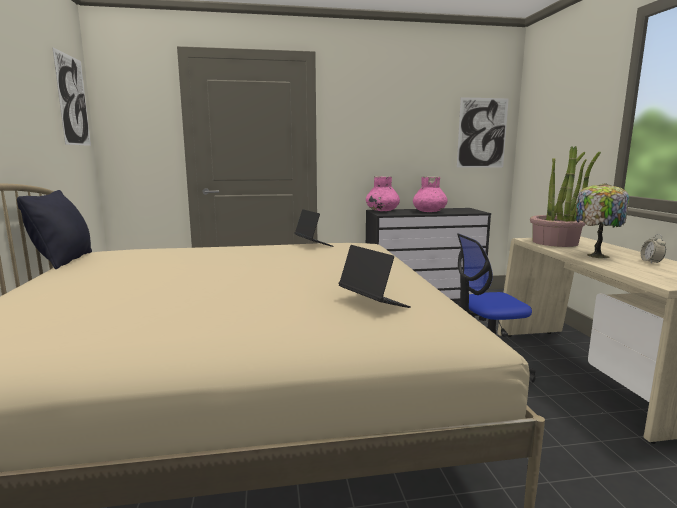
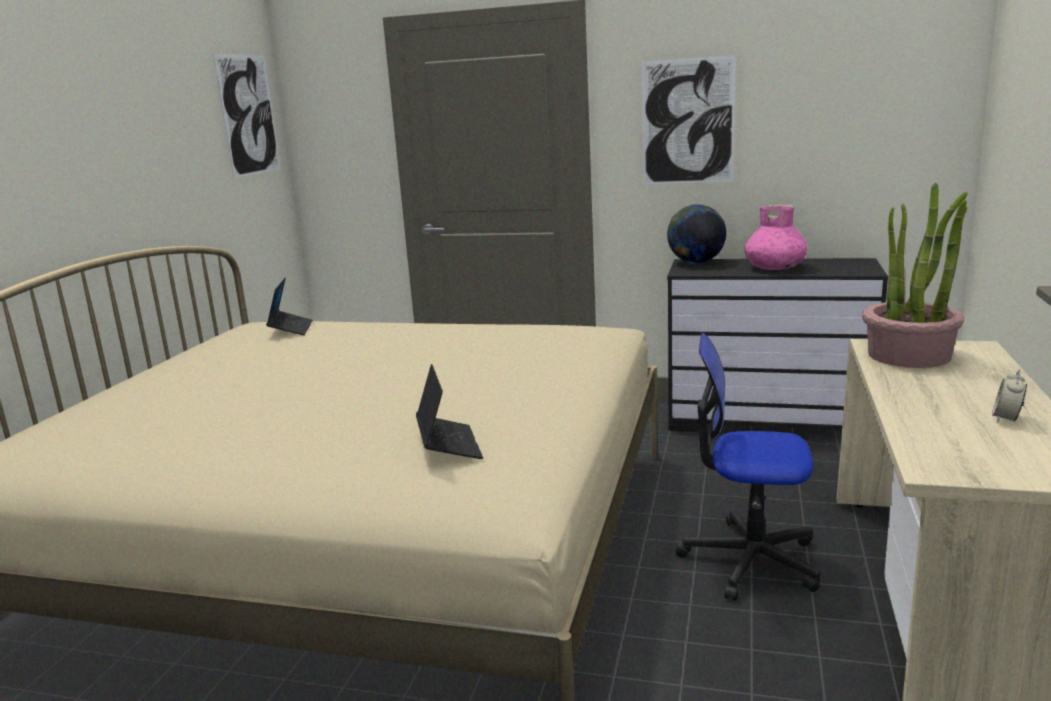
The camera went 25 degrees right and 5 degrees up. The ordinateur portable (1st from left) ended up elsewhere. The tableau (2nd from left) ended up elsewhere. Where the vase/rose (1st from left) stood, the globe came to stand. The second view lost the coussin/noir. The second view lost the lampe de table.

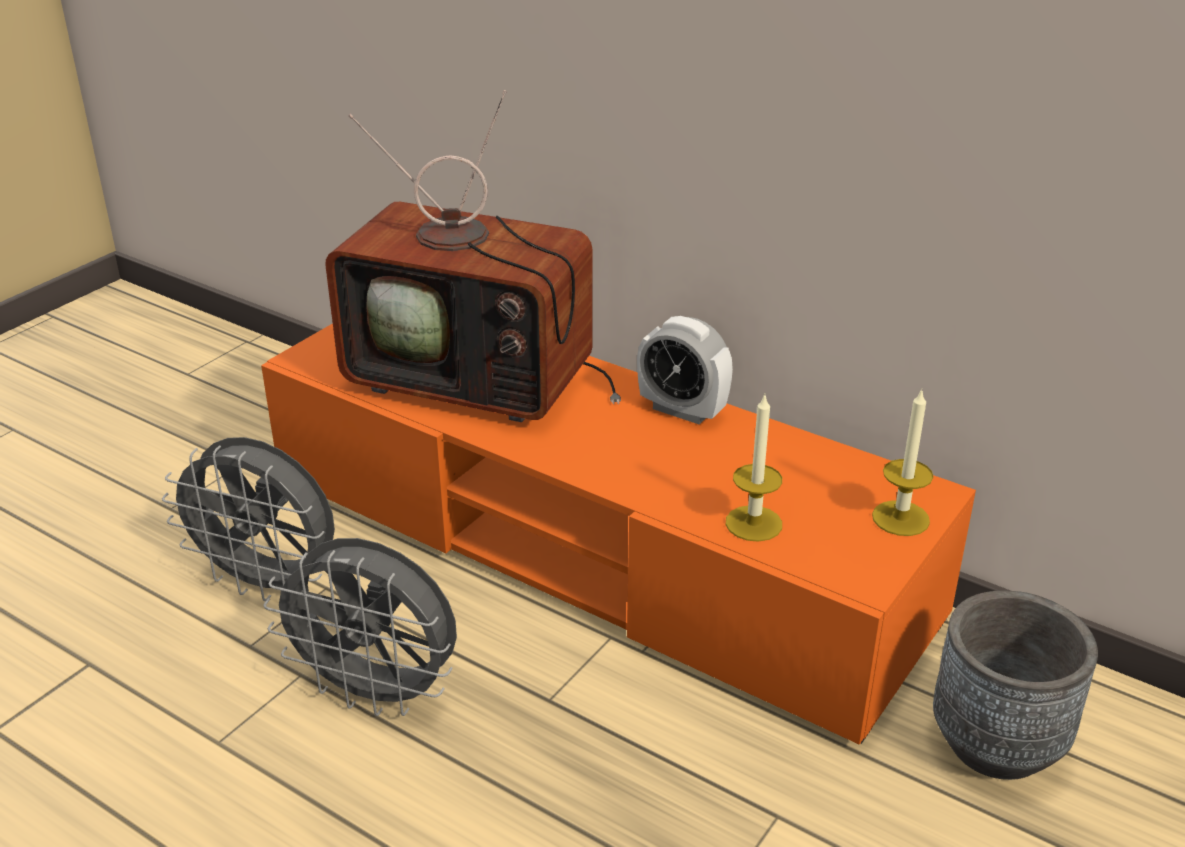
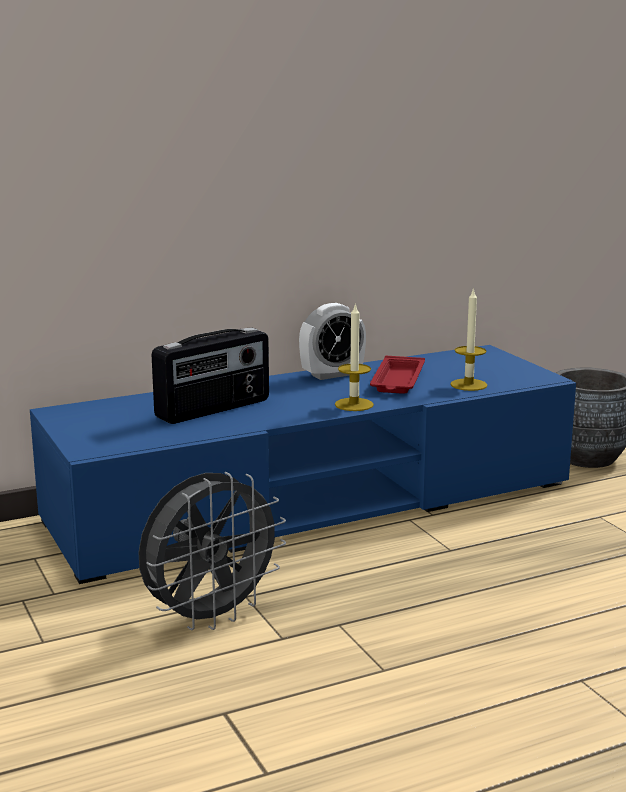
The camera went 60 degrees left and 15 degrees down. What was the meuble télé/orange turned into the meuble télé/bleu. Where the téléviseur stood, the radio came to stand. The bougie (2nd from left in the first image) ended up elsewhere. The second view gained the plateau/rouge. The second view lost the ventilateur/gris (2nd from left).

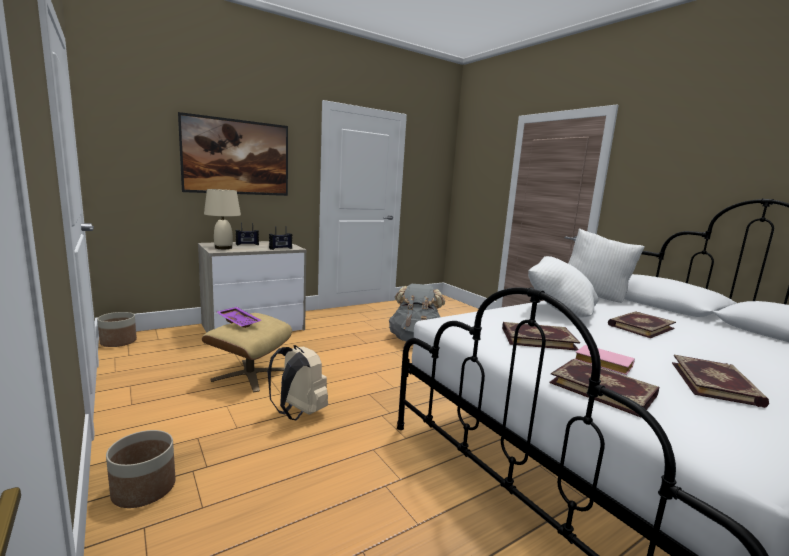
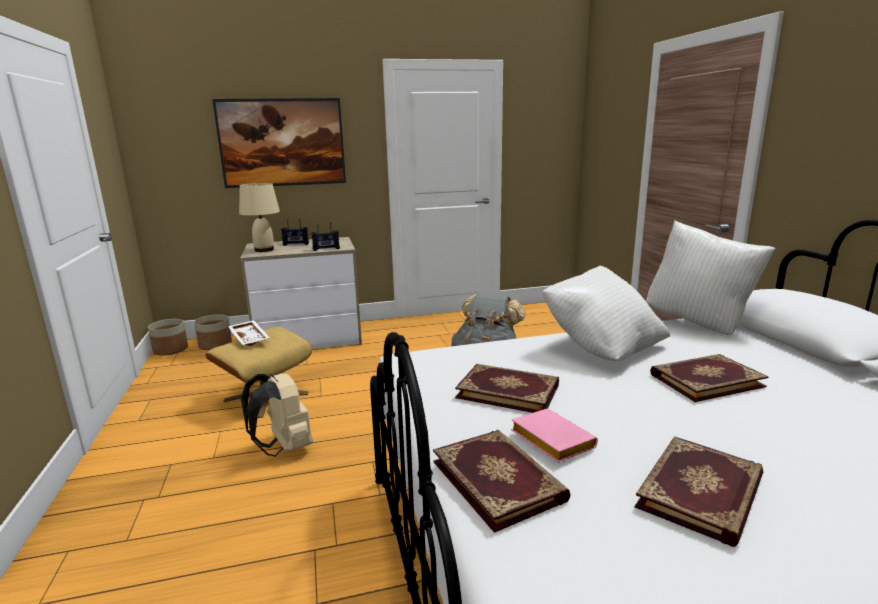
The camera went 20 degrees right and 5 degrees up. The cache-pot (2nd from left) ended up elsewhere. What was the plateau/violet turned into the plateau/blanc.

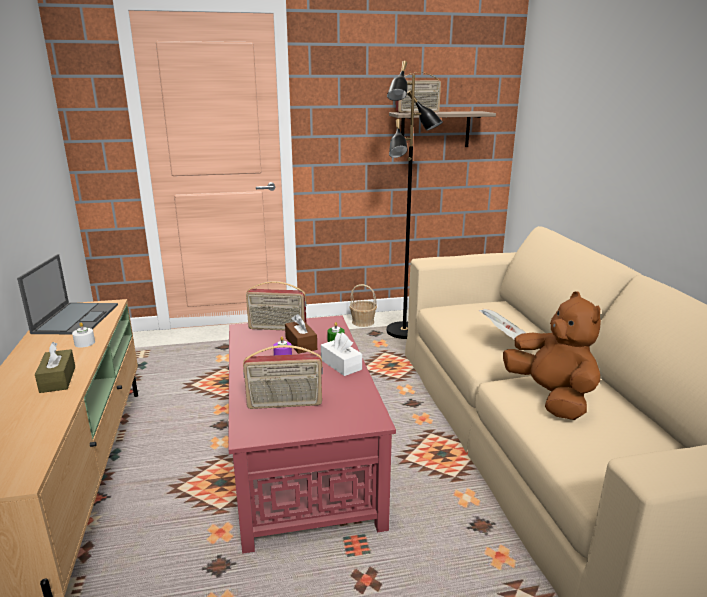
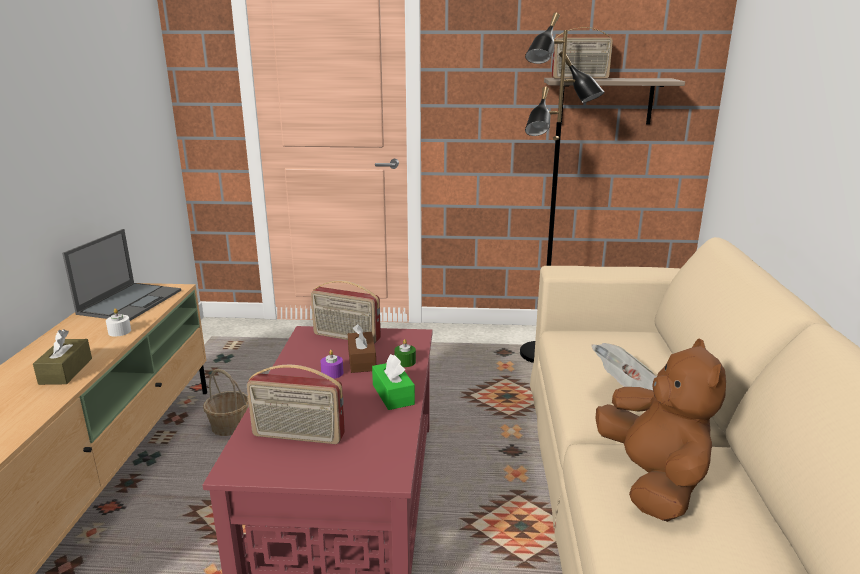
The camera went 15 degrees right and 0 degrees up. The panier ended up elsewhere. What was the boîte à mouchoirs/blanc turned into the boîte à mouchoirs/vert.

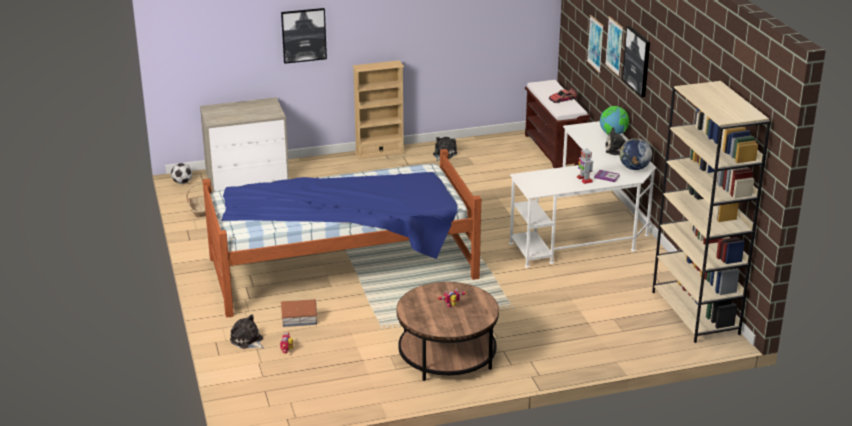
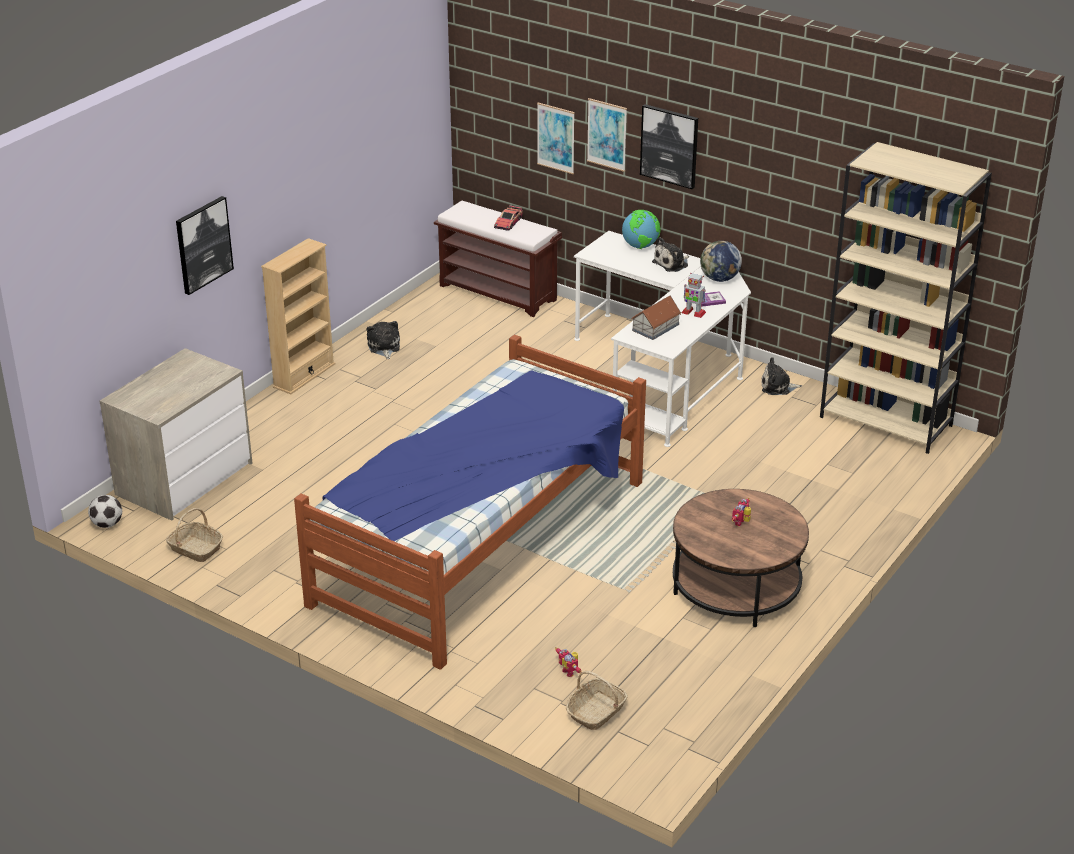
The camera went 40 degrees left and 5 degrees up. The second view gained the panier (2nd from left). The maison miniature ended up elsewhere. The peluche (1st from left in the first image) ended up elsewhere.

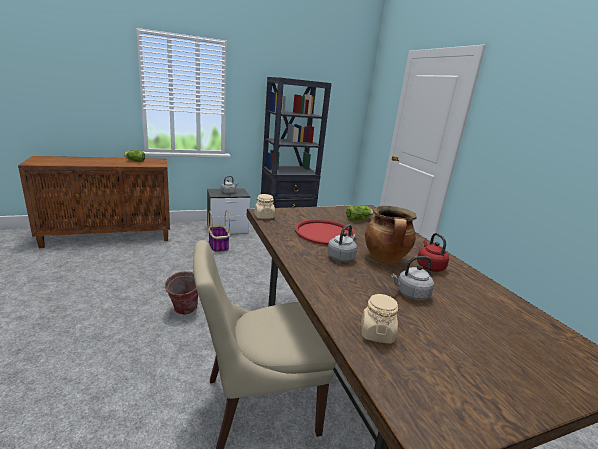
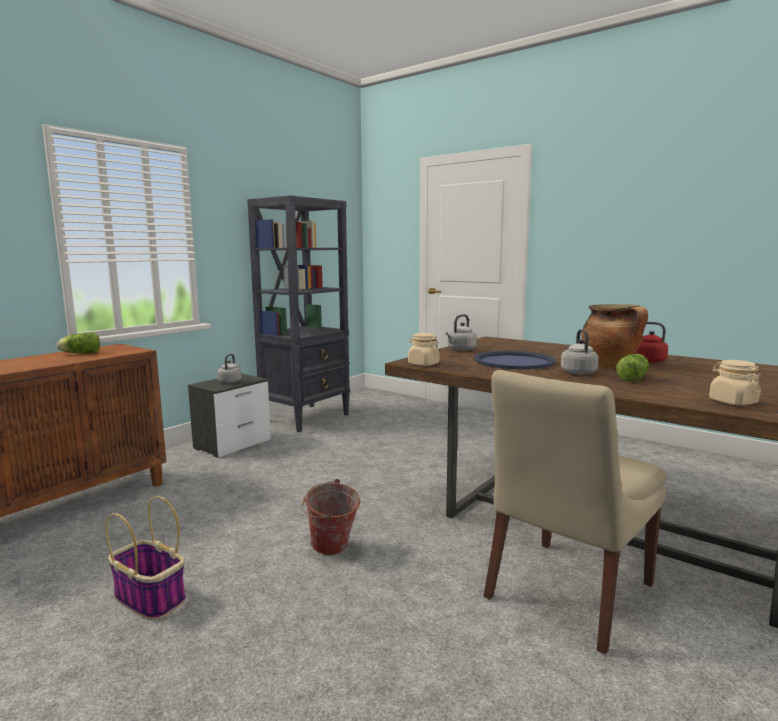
The camera went 30 degrees left and 10 degrees down. The panier ended up elsewhere. The bouilloire/gris (3rd from left in the first image) ended up elsewhere. What was the plateau/rouge turned into the plateau/bleu. The laitue (2nd from left) ended up elsewhere.

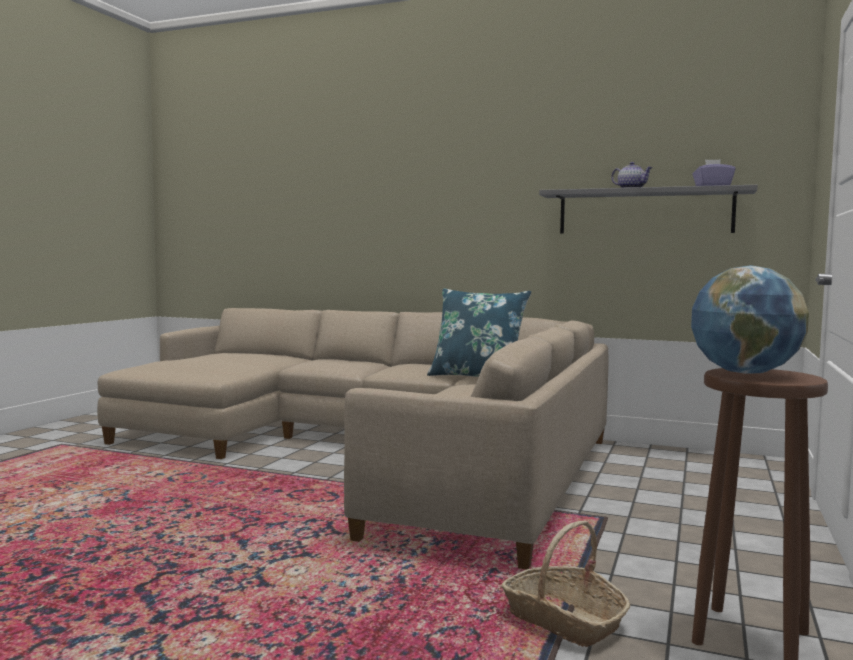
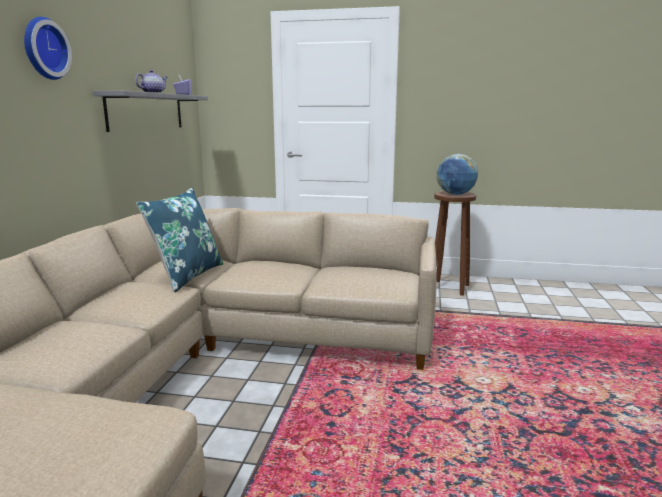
The camera went 100 degrees left and 10 degrees up. The second view gained the horloge murale. The second view lost the panier.

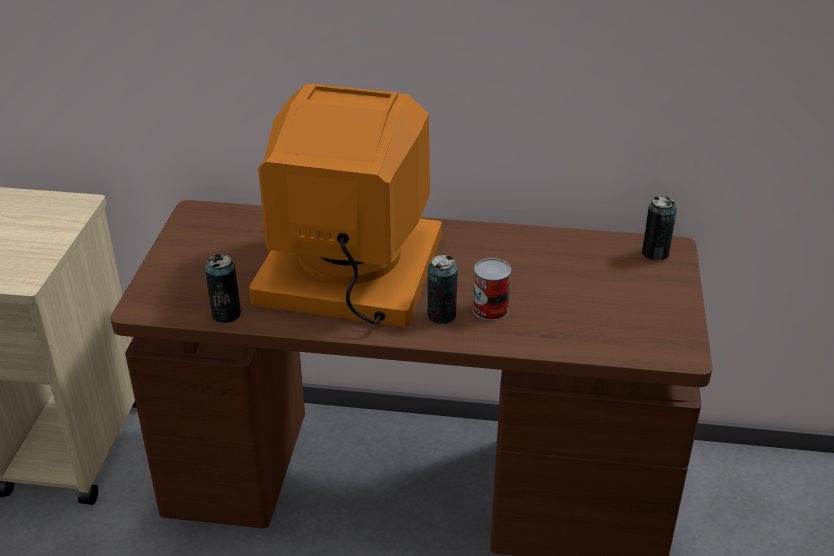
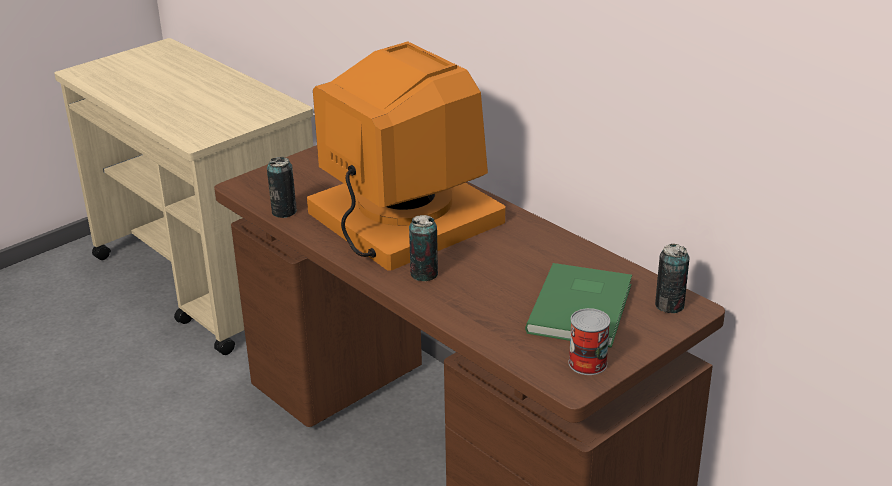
The camera went 40 degrees right and 5 degrees down. The second view gained the livre/vert. The boîte métallique (3rd from left) ended up elsewhere.

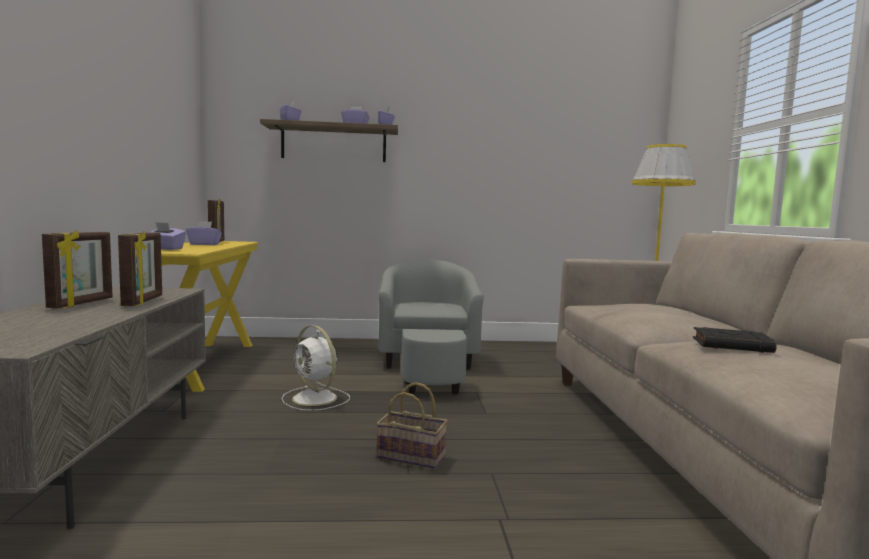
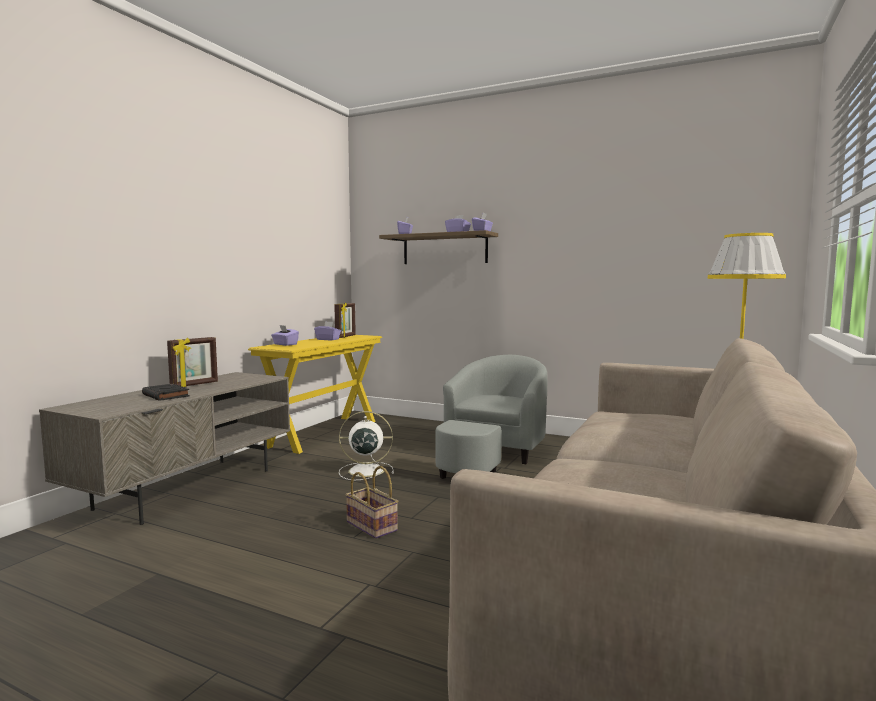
The camera went 30 degrees right and 0 degrees up. The livre/noir ended up elsewhere. The ventilateur/blanc ended up facing another way, 105 degrees clockwise from before. The second view lost the cadre photo (2nd from left).

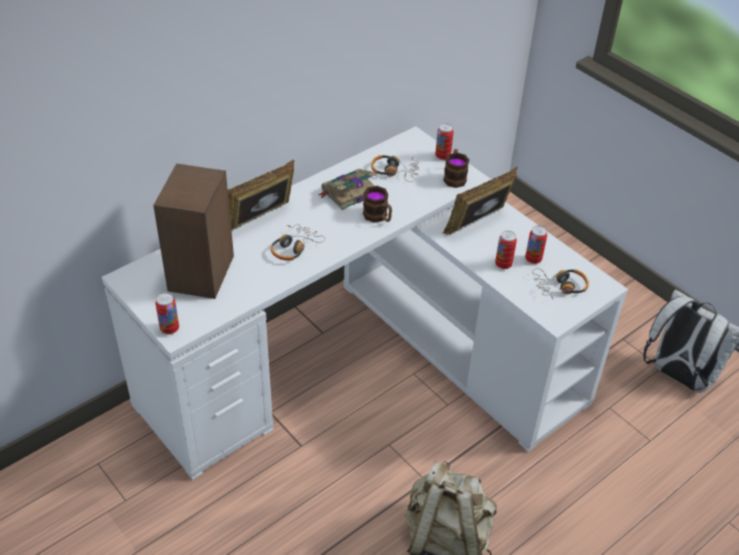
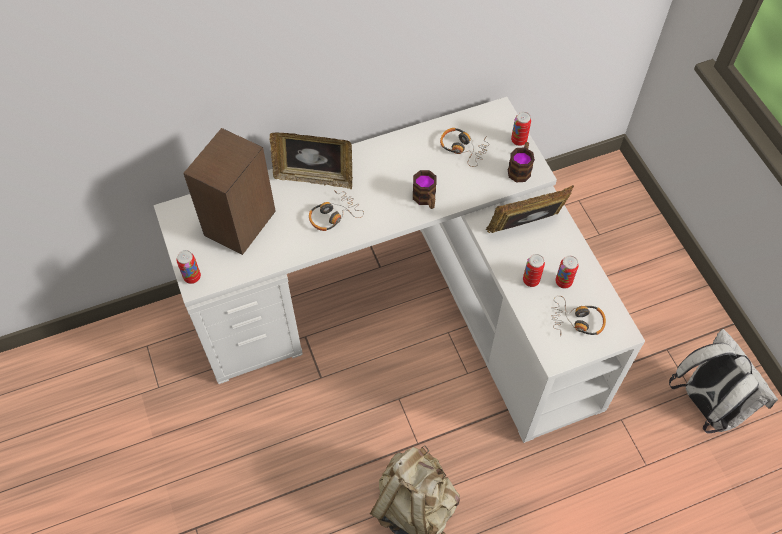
The camera went 20 degrees right and 15 degrees up. The cadre photo (1st from left) ended up facing another way, 150 degrees counterclockwise from before. The second view lost the livre.

